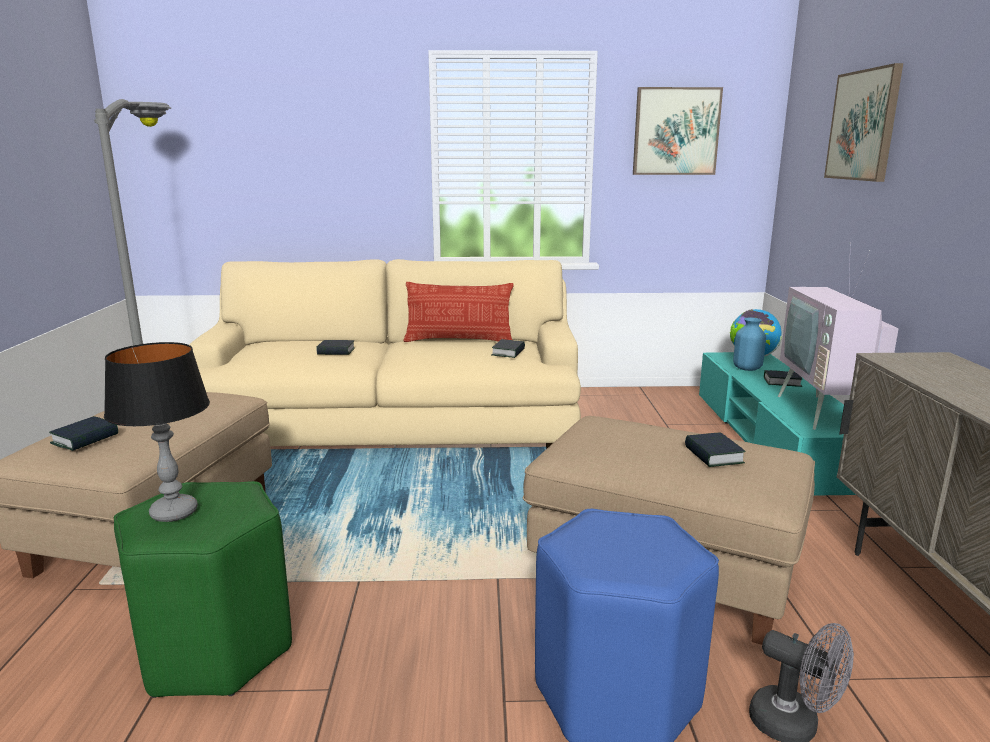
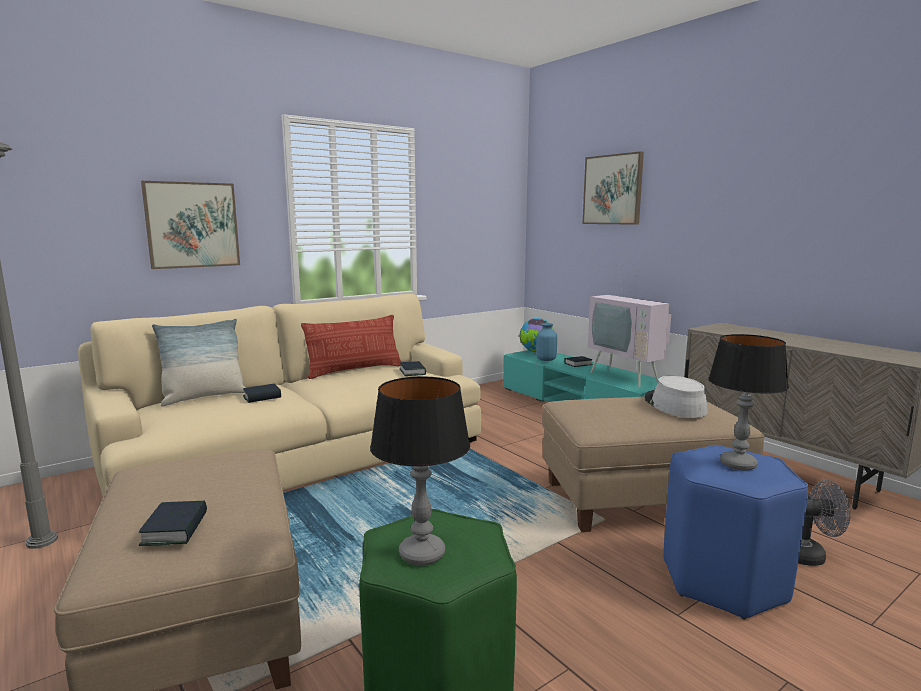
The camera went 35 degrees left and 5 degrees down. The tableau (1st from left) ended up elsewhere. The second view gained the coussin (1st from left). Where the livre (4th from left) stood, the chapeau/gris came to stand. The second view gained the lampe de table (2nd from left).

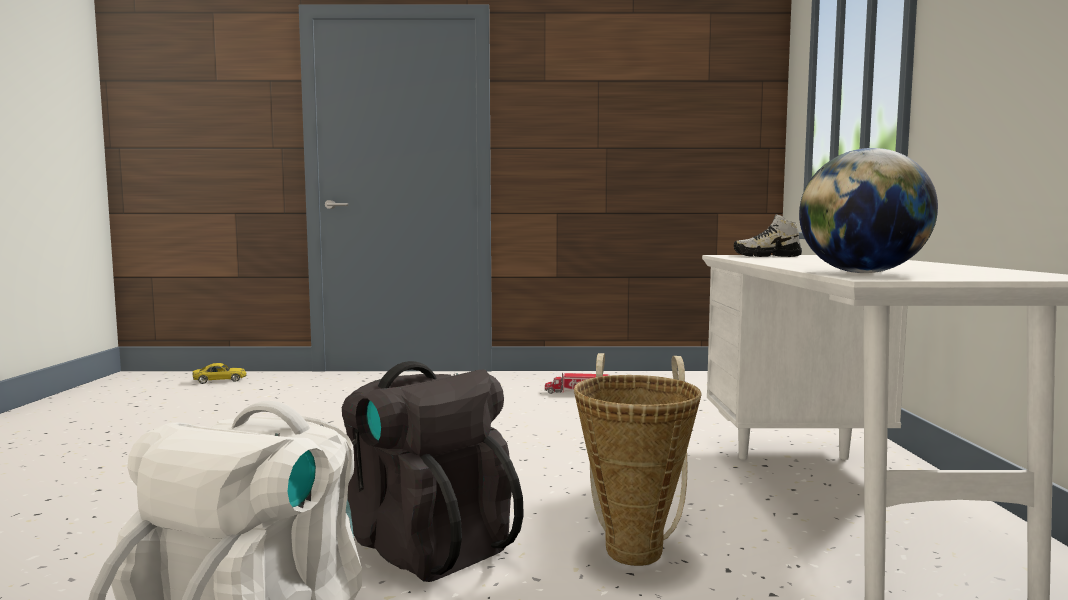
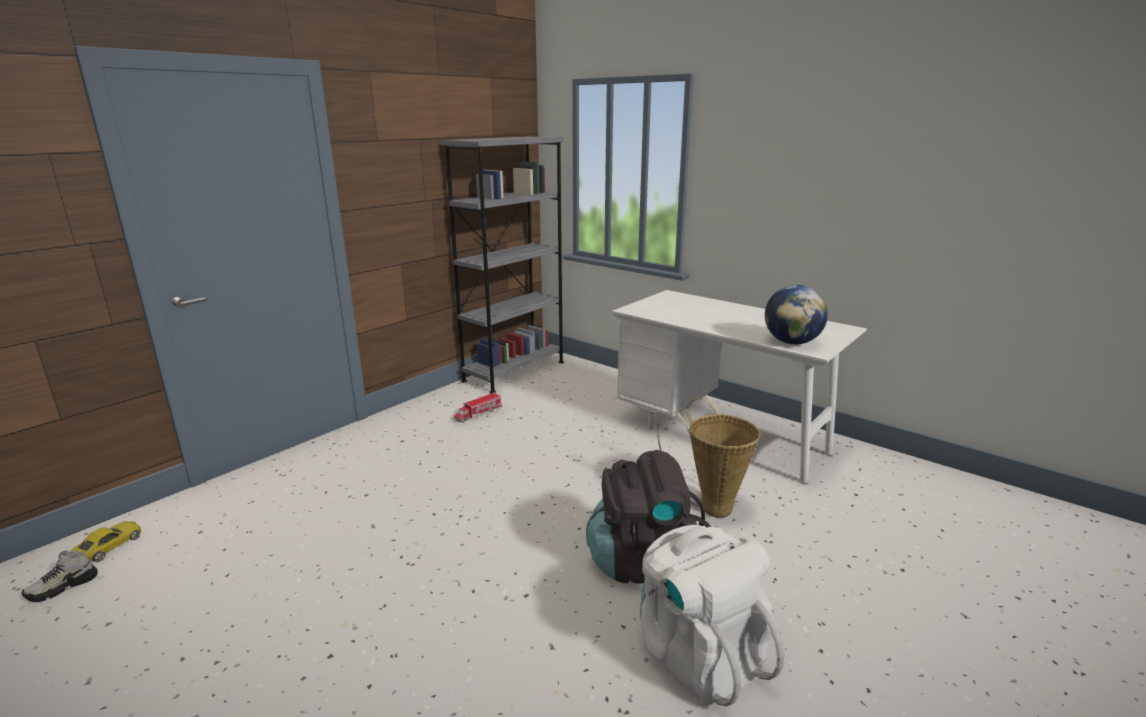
The camera went 50 degrees left and 15 degrees up. The chaussure ended up elsewhere. The second view gained the bibliothèque/gris.

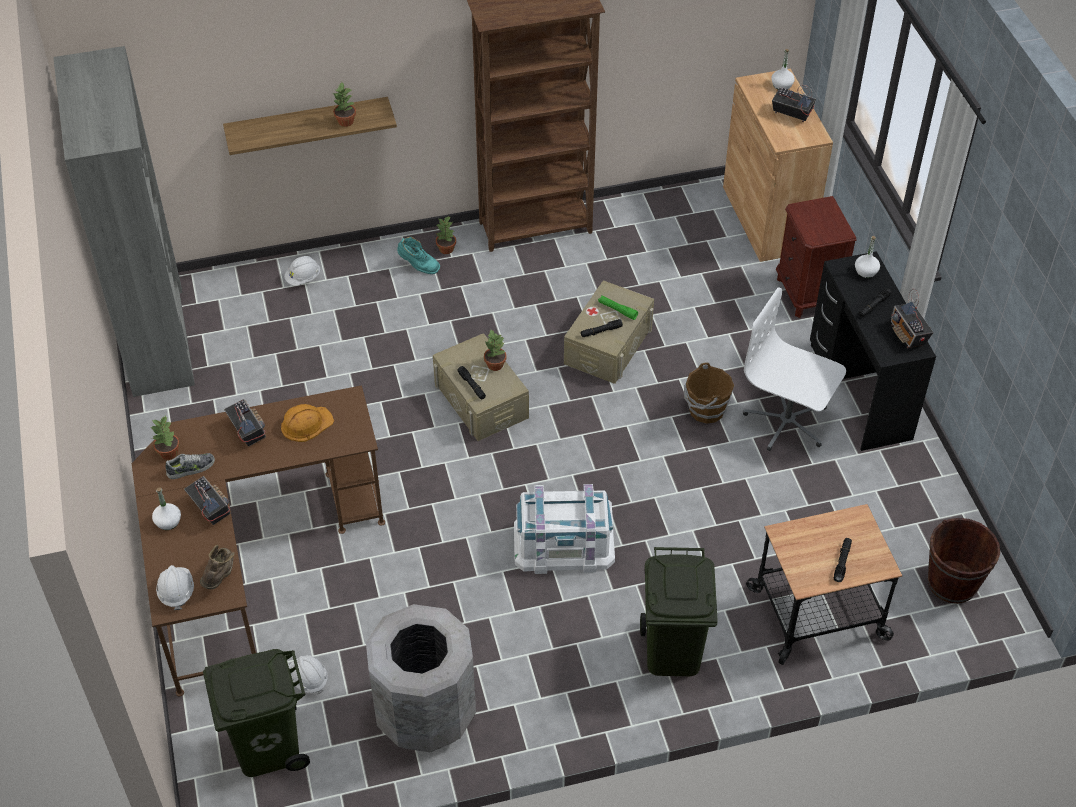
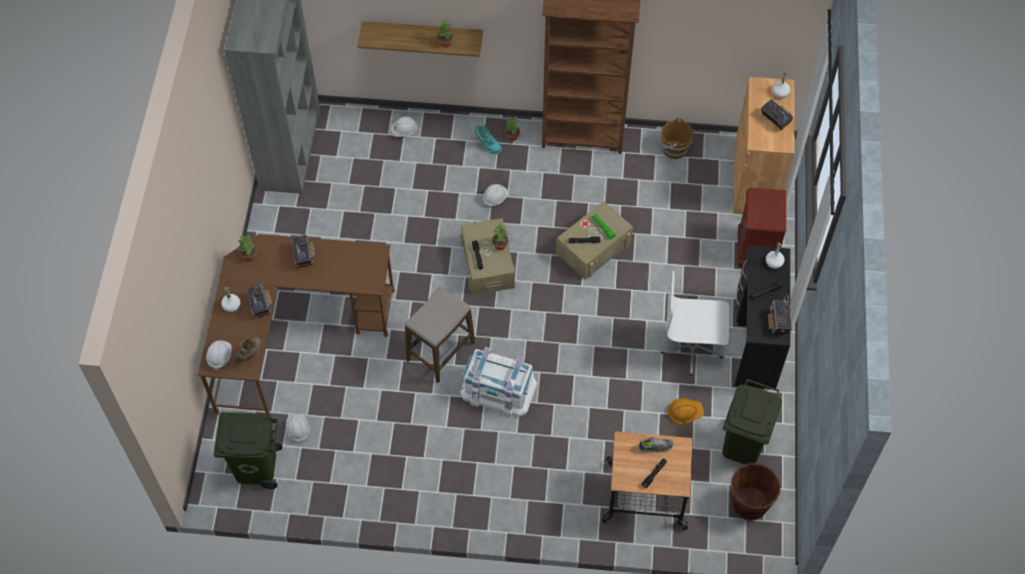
The camera went 20 degrees right and 10 degrees up. The second view gained the tabouret. The second view gained the casque de chantier/blanc (4th from left). The chaussure ended up elsewhere. The seau/marron (1st from left) ended up elsewhere. The chaise de bureau/blanc ended up facing another way, 45 degrees counterclockwise from before. The casque de chantier/orange ended up elsewhere. The poubelle/vert (2nd from left) ended up elsewhere. The second view lost the poubelle/gris.

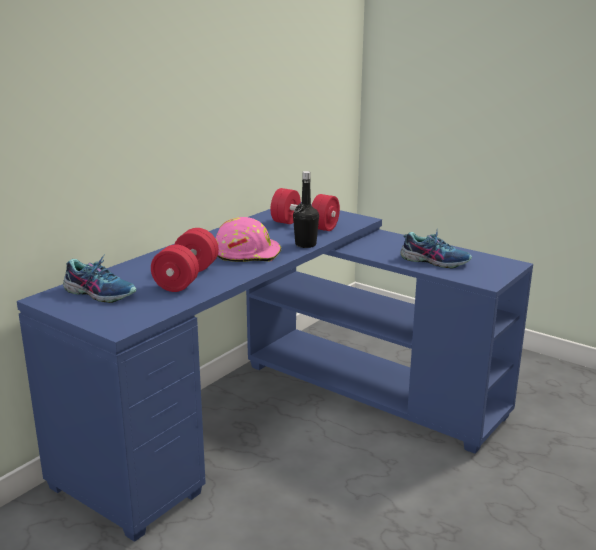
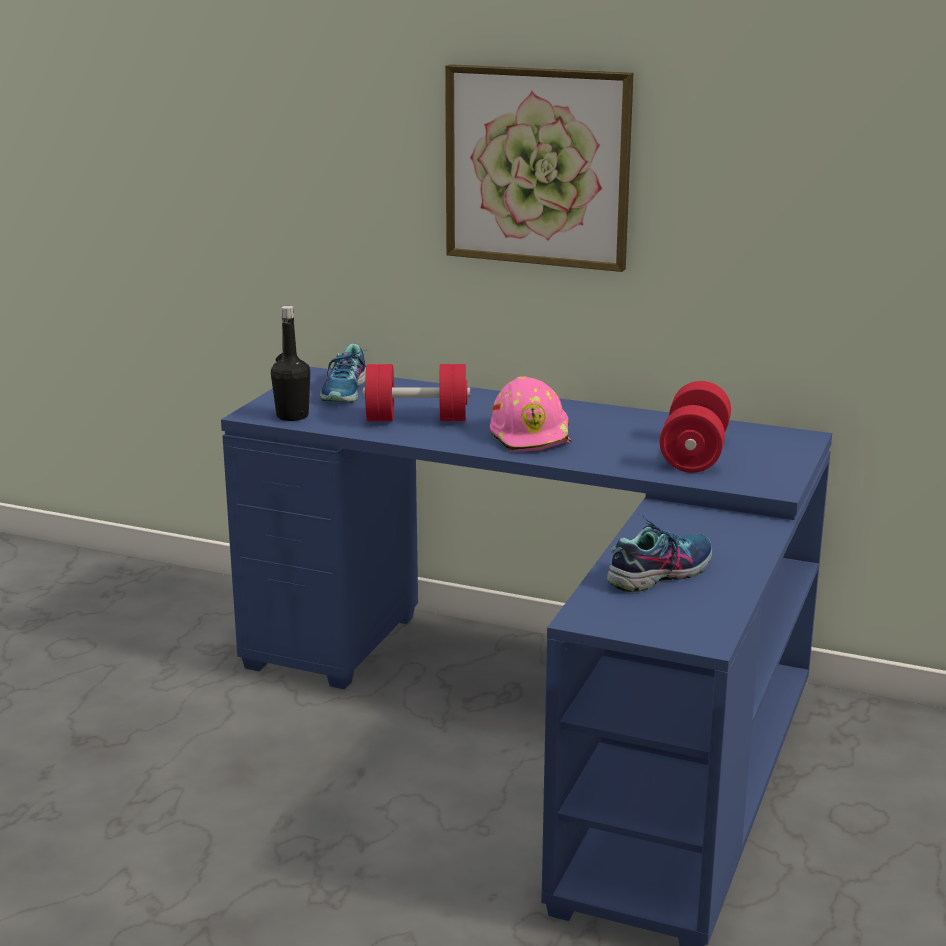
The camera went 75 degrees right and 0 degrees up. The bouteille/noir ended up elsewhere. The second view gained the tableau. The chaussure (2nd from left) ended up facing another way, 135 degrees counterclockwise from before.

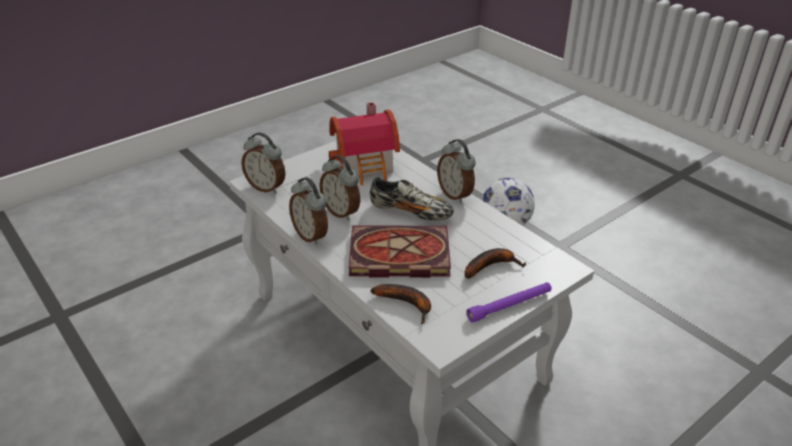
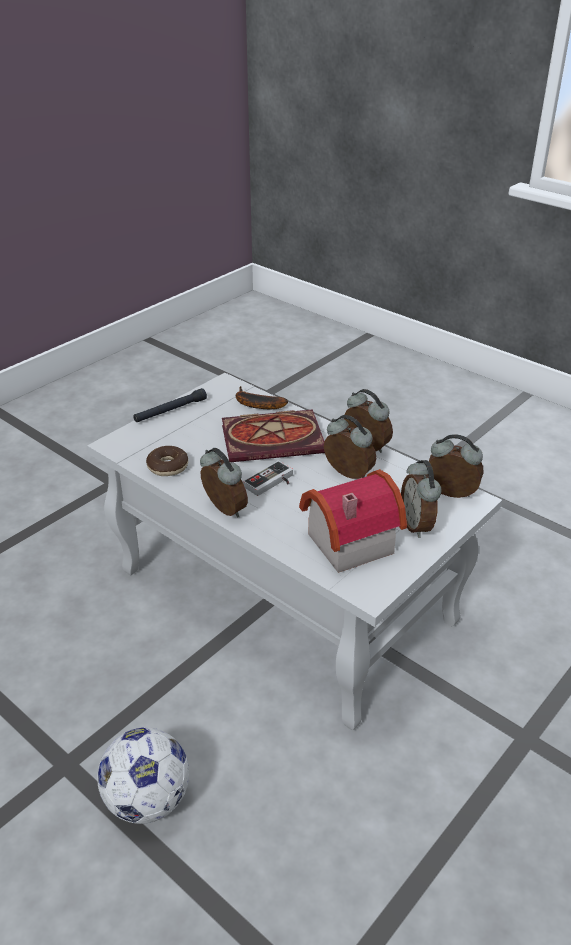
The camera went 170 degrees right and 0 degrees up. What was the lampe de poche/violet turned into the lampe de poche/noir. The second view gained the beignet. Where the chaussure stood, the manette came to stand. The second view gained the réveil (4th from left). The second view lost the banane (2nd from left).

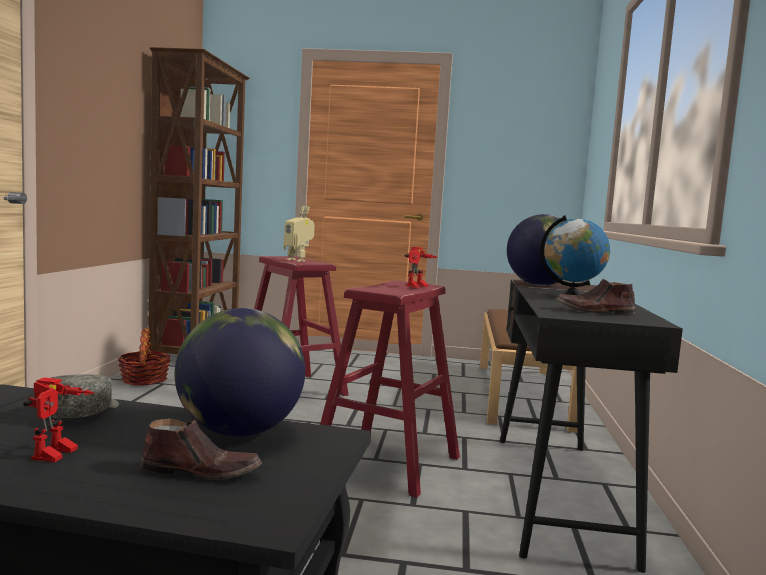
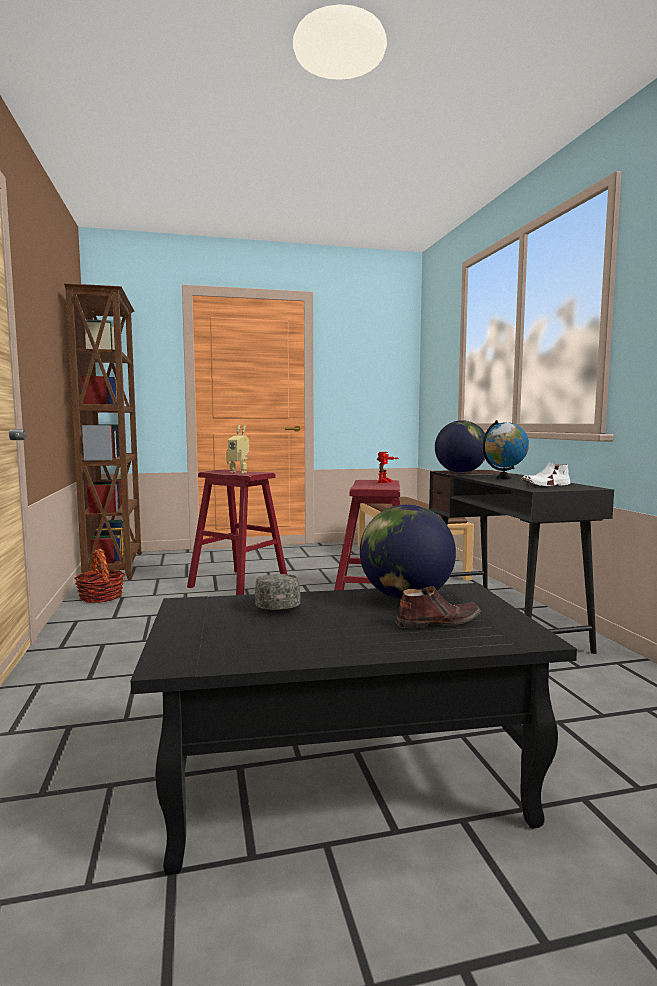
The camera went 20 degrees left and 0 degrees up. What was the chaussure/marron (2nd from left) turned into the chaussure/blanc. The second view lost the robot jouet (1st from left).

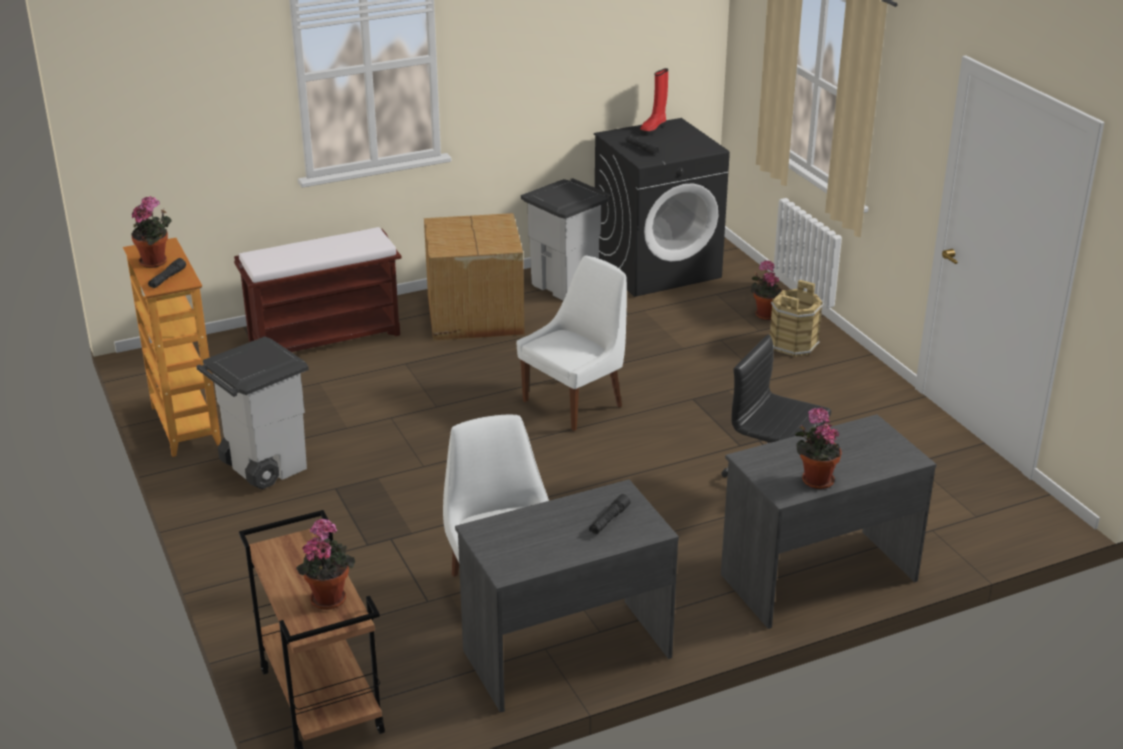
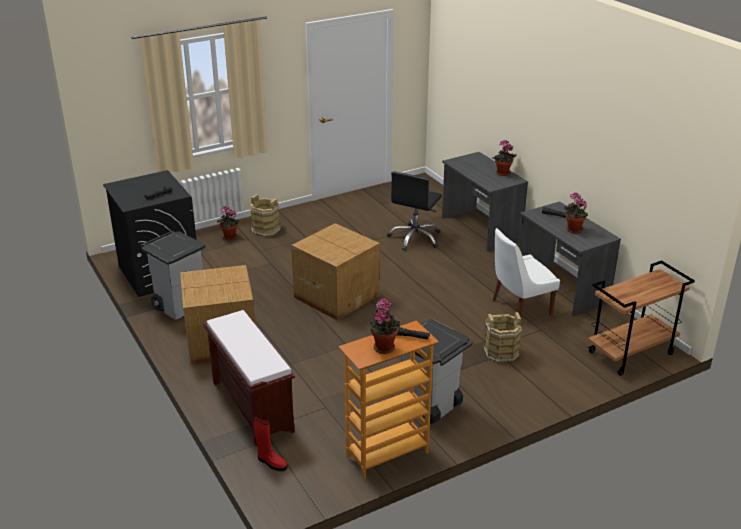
The camera went 95 degrees left and 0 degrees up. The botte/rouge ended up elsewhere. Where the chaise/blanc (2nd from left) stood, the carton (2nd from left) came to stand. The second view gained the seau/marron (2nd from left). The plante en pot (2nd from left in the first image) ended up elsewhere.

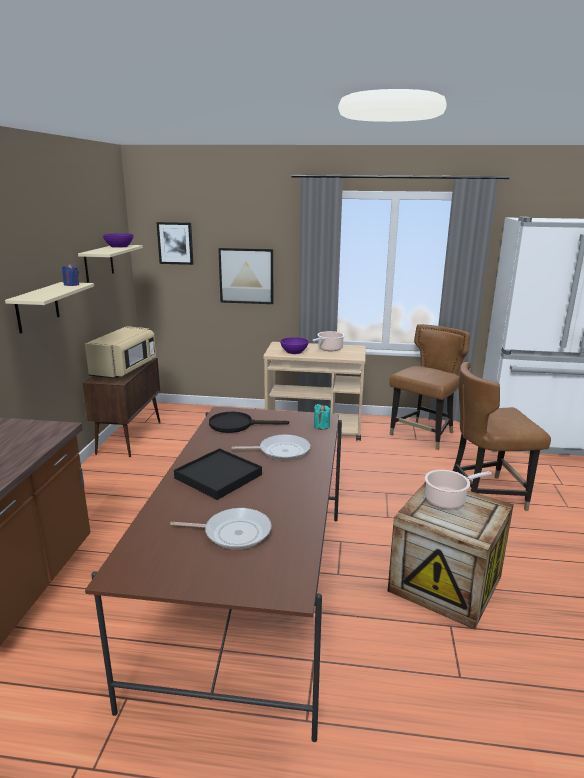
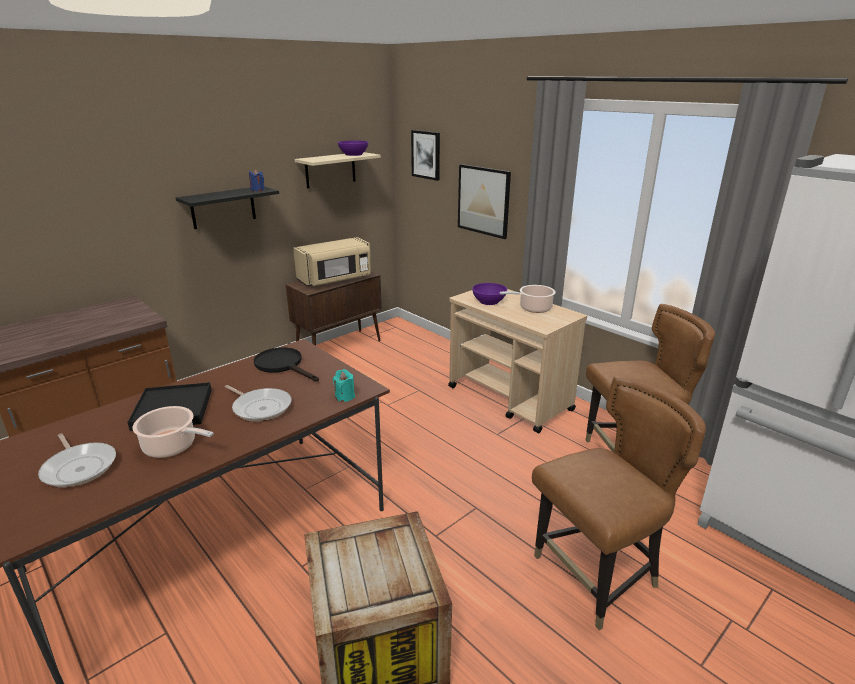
The camera went 40 degrees right and 5 degrees up. The marmite (2nd from left in the first image) ended up elsewhere. What was the étagère/beige (1st from left) turned into the étagère/noir. The chaise/marron (2nd from left in the first image) ended up facing another way, 120 degrees clockwise from before.

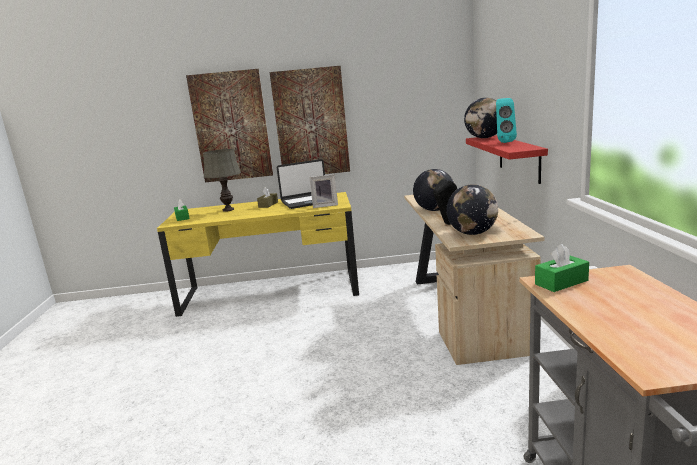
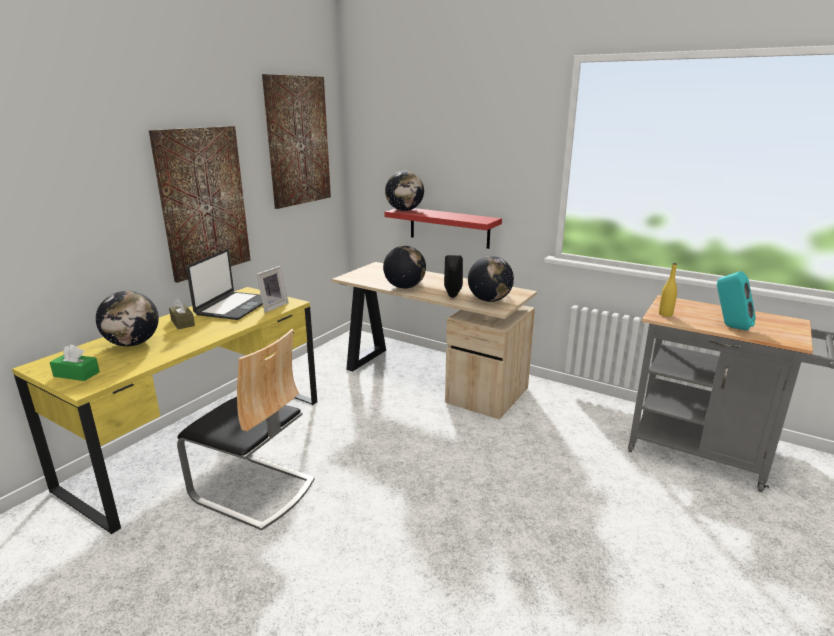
The camera went 55 degrees left and 5 degrees up. Where the lampe de table/gris stood, the globe (1st from left) came to stand. The second view gained the chaise. The tableau (1st from left in the first image) ended up elsewhere. Where the boîte à mouchoirs/vert (2nd from left) stood, the bouteille/jaune came to stand. The enceinte/turquoise ended up elsewhere.

